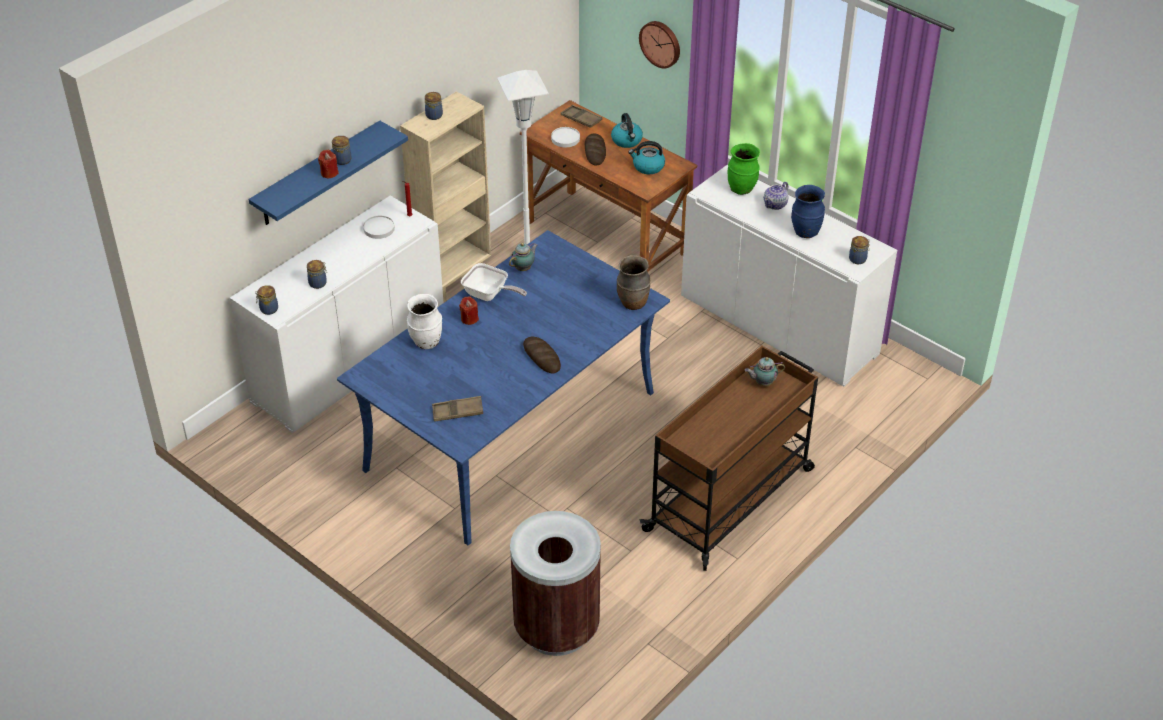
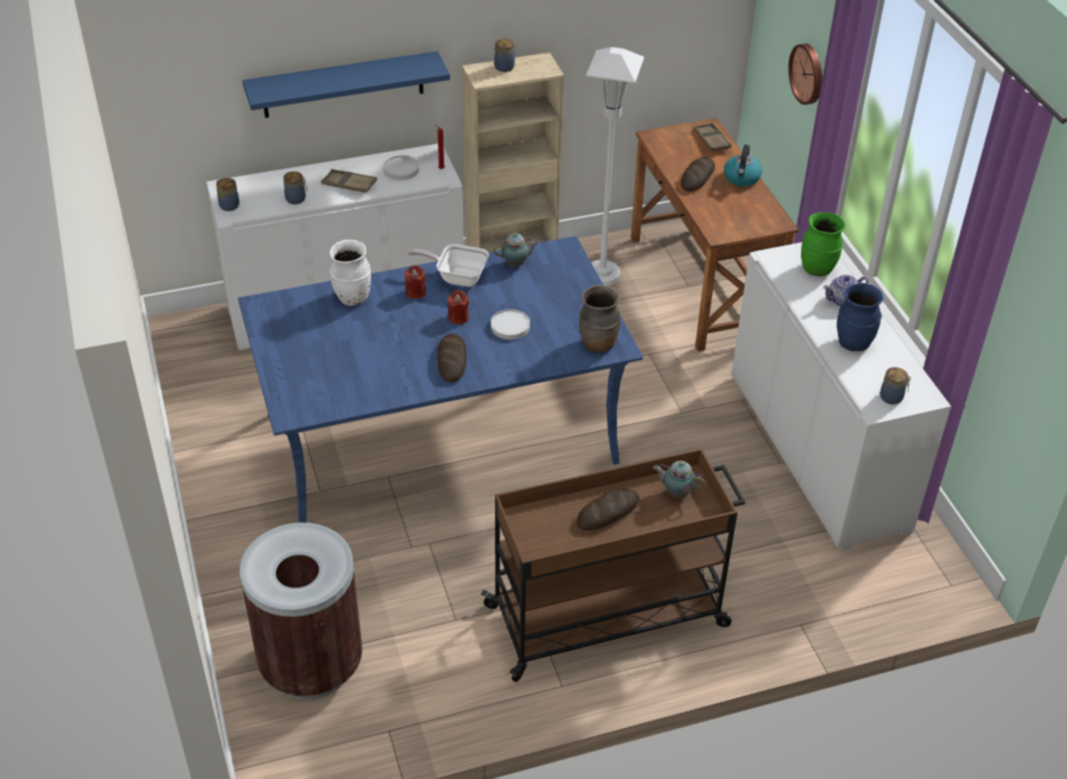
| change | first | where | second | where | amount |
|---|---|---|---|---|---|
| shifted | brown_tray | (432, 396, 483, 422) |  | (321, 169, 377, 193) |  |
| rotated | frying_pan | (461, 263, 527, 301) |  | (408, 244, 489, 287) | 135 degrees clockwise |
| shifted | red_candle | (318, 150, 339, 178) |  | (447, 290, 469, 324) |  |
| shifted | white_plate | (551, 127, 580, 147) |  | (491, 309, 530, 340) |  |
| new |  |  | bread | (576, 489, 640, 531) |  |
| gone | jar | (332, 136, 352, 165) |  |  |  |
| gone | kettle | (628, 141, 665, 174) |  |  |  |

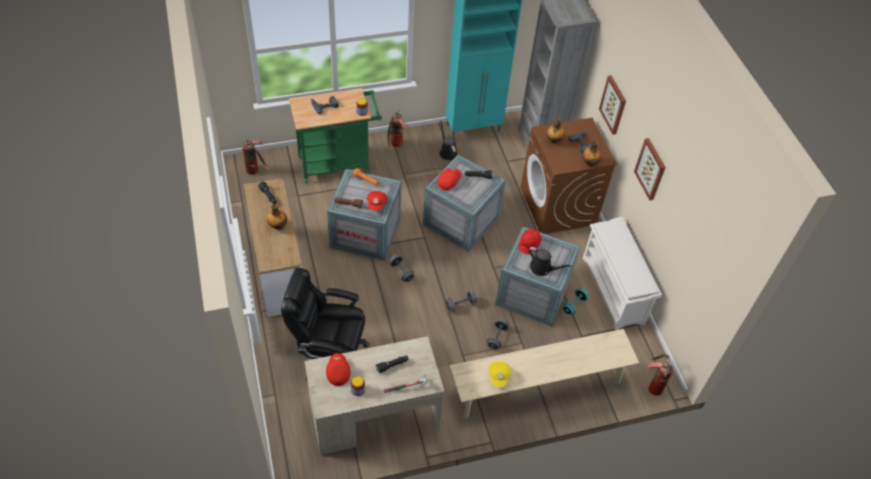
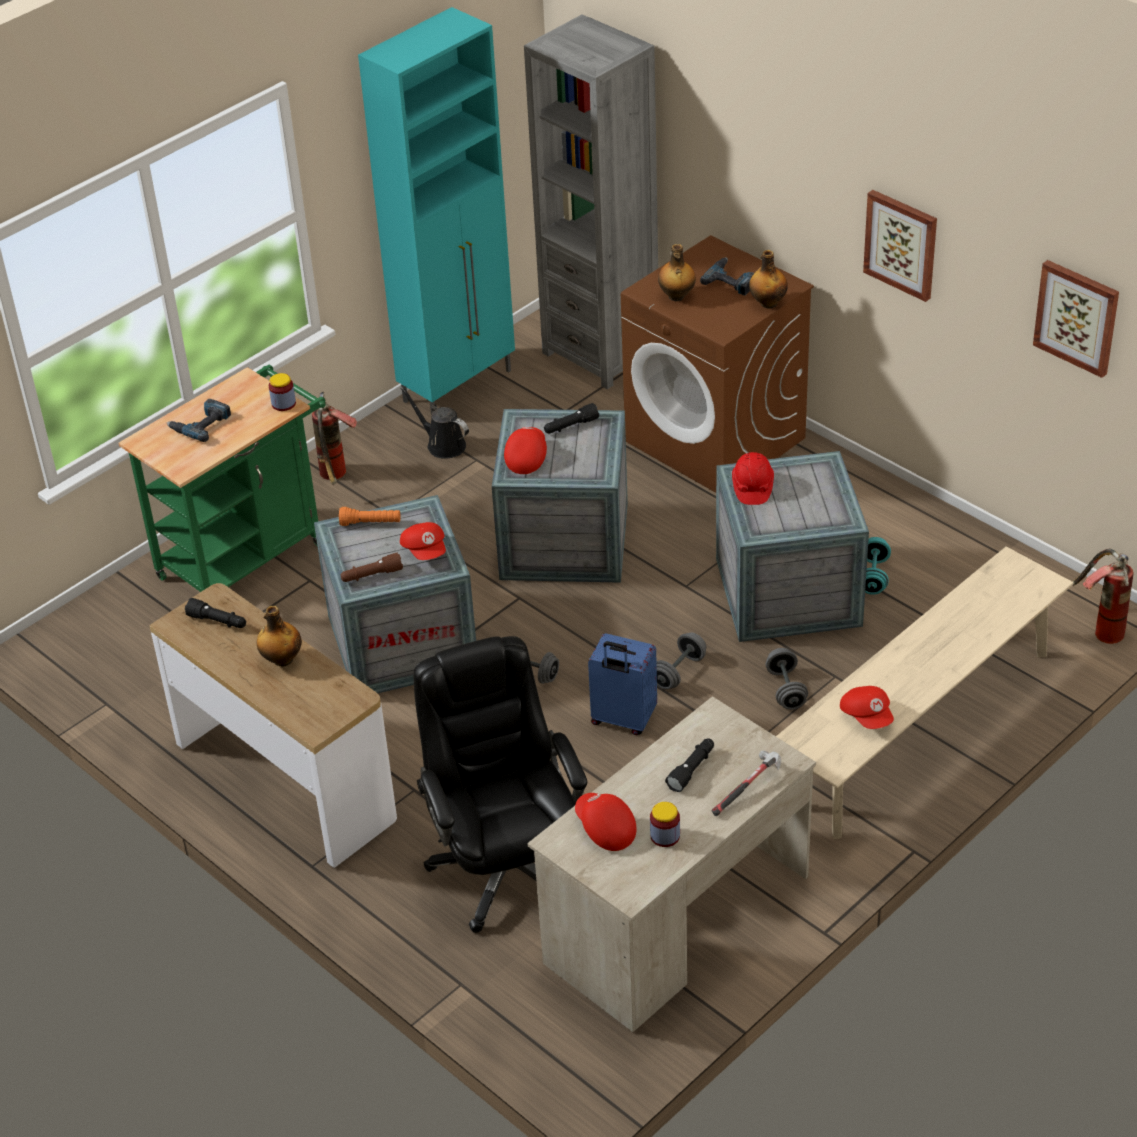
| change | first | where | second | where | amount |
|---|---|---|---|---|---|
| rotated | black_office_chair | (281, 268, 369, 381) |  | (414, 636, 587, 933) | 90 degrees clockwise |
| new |  |  | blue_suitcase | (588, 633, 657, 735) |  |
| repainted | yellow_cap | (488, 361, 511, 387) | red_cap | (840, 686, 894, 729) |  |
| shifted | picture | (599, 75, 626, 135) |  | (1033, 260, 1119, 378) |  |
| gone | fire_extinguisher | (243, 137, 271, 175) |  |  |  |
| gone | black_watering_can | (528, 247, 572, 276) |  |  |  |
| gone | white_shoe_rack | (583, 217, 662, 330) |  |  |  |

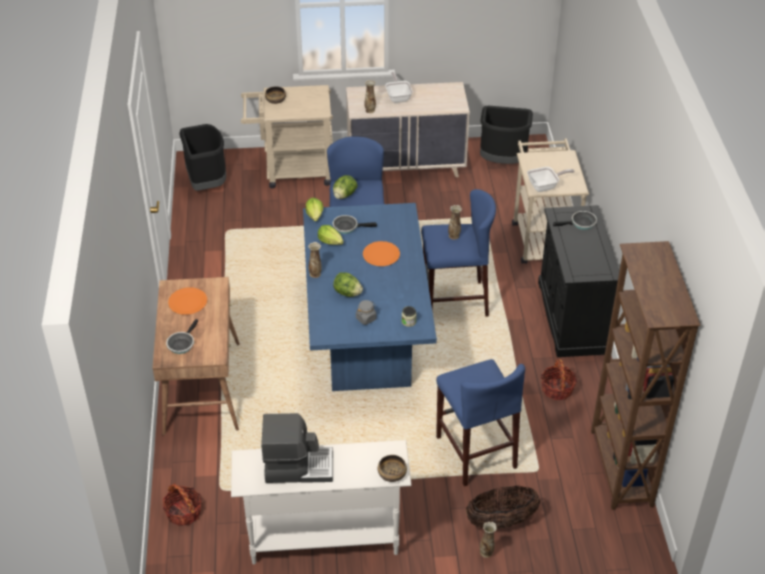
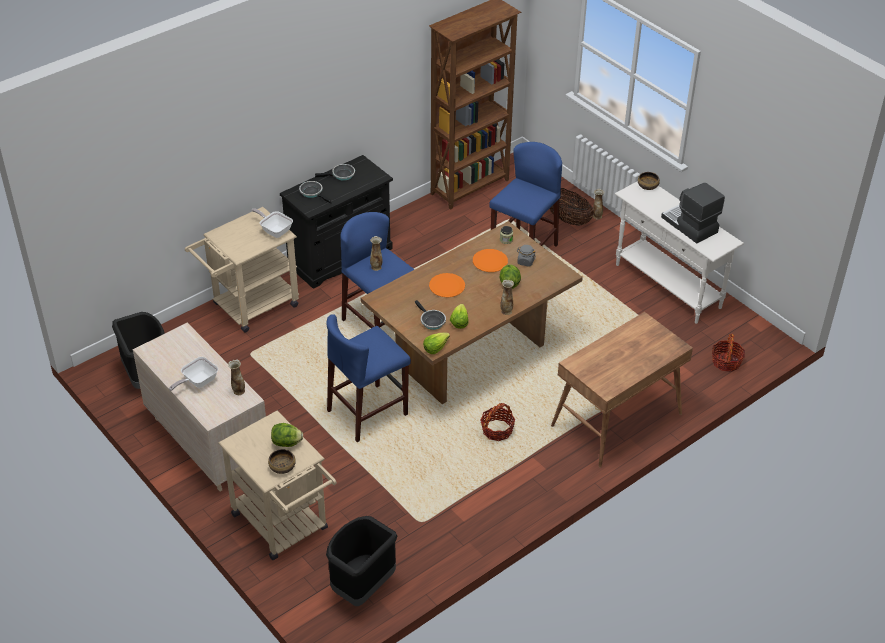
| change | first | where | second | where | amount |
|---|---|---|---|---|---|
| shifted | lettuce | (333, 175, 358, 199) |  | (271, 423, 303, 447) |  |
| shifted | frying_pan | (166, 319, 198, 354) |  | (315, 164, 355, 181) |  |
| repainted | blue_dining_table | (303, 203, 437, 391) | brown_dining_table | (360, 221, 583, 404) |  |
| shifted | orange_plate | (168, 288, 207, 315) |  | (473, 249, 508, 272) |  |
| shifted | basket | (541, 359, 577, 400) |  | (480, 403, 516, 441) |  |

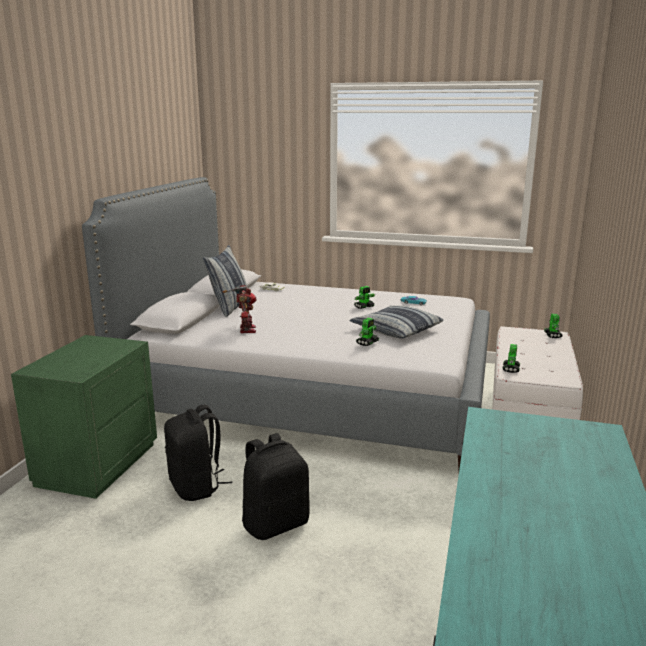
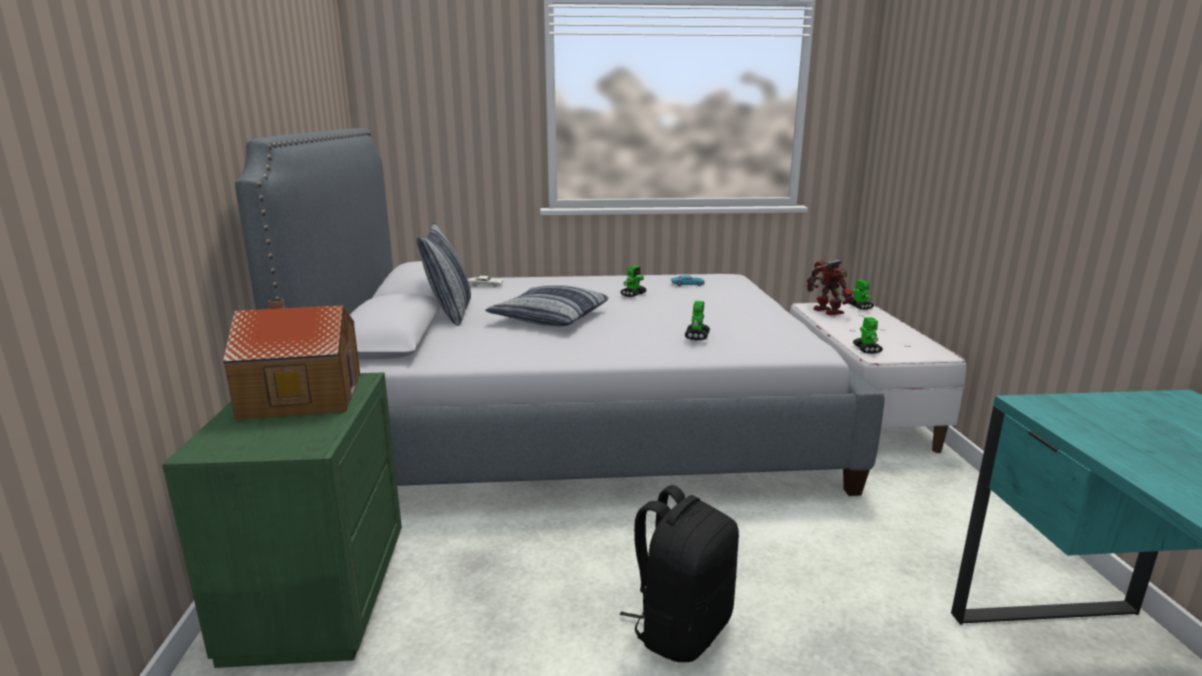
| change | first | where | second | where | amount |
|---|---|---|---|---|---|
| new |  |  | toy_house | (223, 299, 360, 421) |  |
| shifted | pillow | (350, 305, 443, 339) |  | (485, 285, 609, 326) |  |
| shifted | toy_robot | (223, 285, 257, 333) |  | (807, 259, 854, 315) |  |
| gone | black_backpack | (164, 405, 232, 501) |  |  |  |

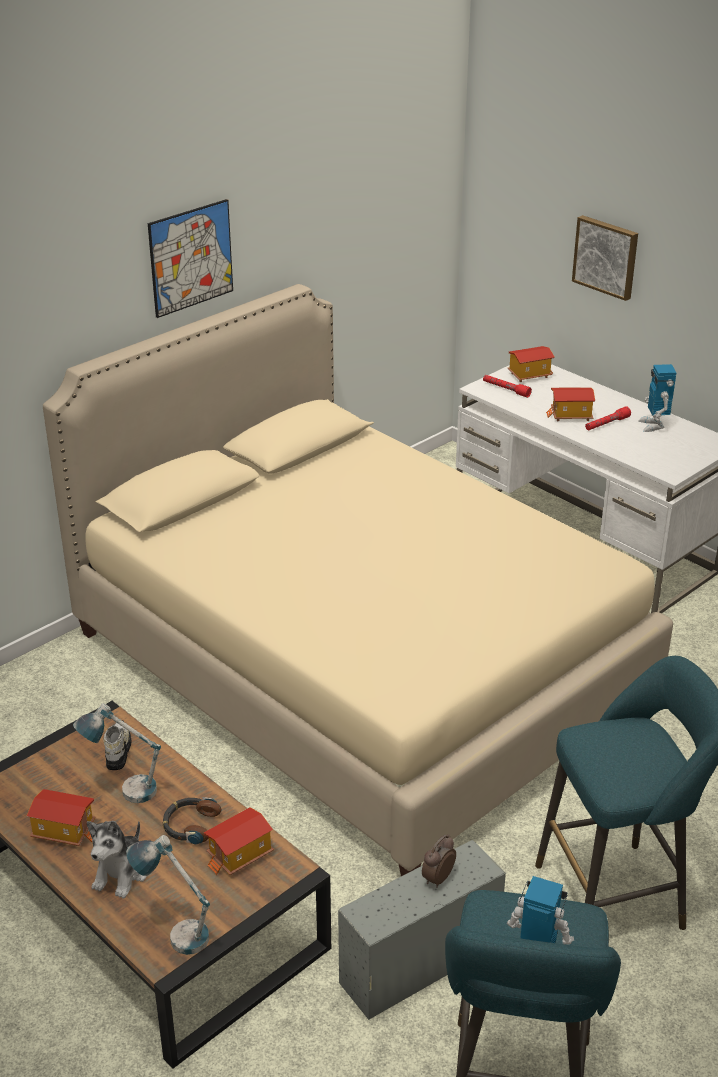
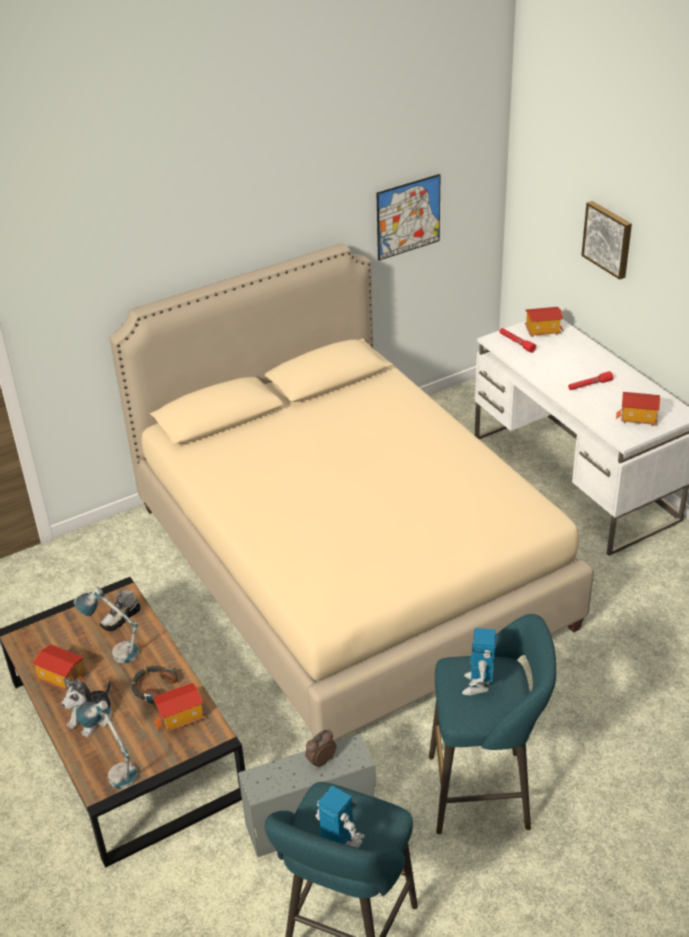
| change | first | where | second | where | amount |
|---|---|---|---|---|---|
| rotated | shoe | (103, 721, 131, 770) |  | (100, 591, 140, 631) | 150 degrees counterclockwise |
| shifted | picture | (148, 199, 233, 318) |  | (377, 174, 441, 260) |  |
| shifted | toy_robot | (638, 364, 677, 432) |  | (462, 628, 497, 695) |  |
| shifted | toy_house | (546, 387, 595, 421) |  | (616, 392, 660, 426) |  |

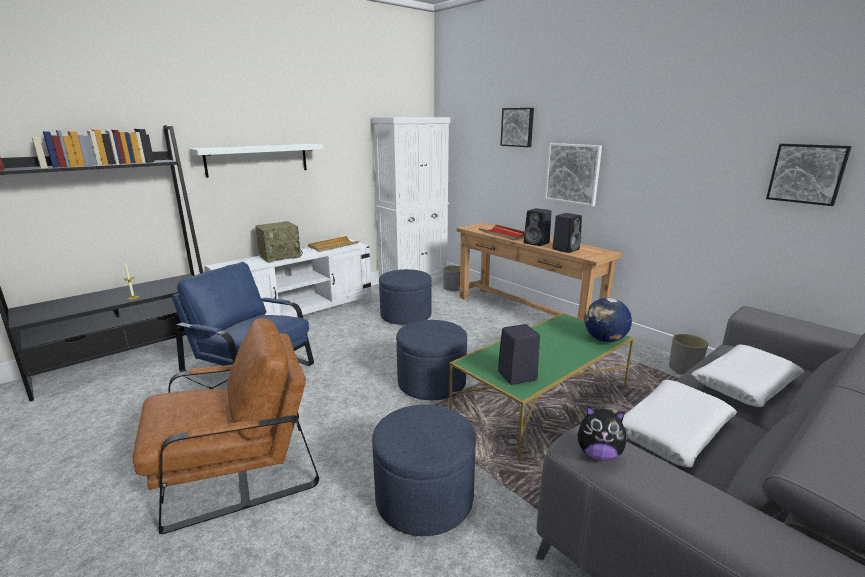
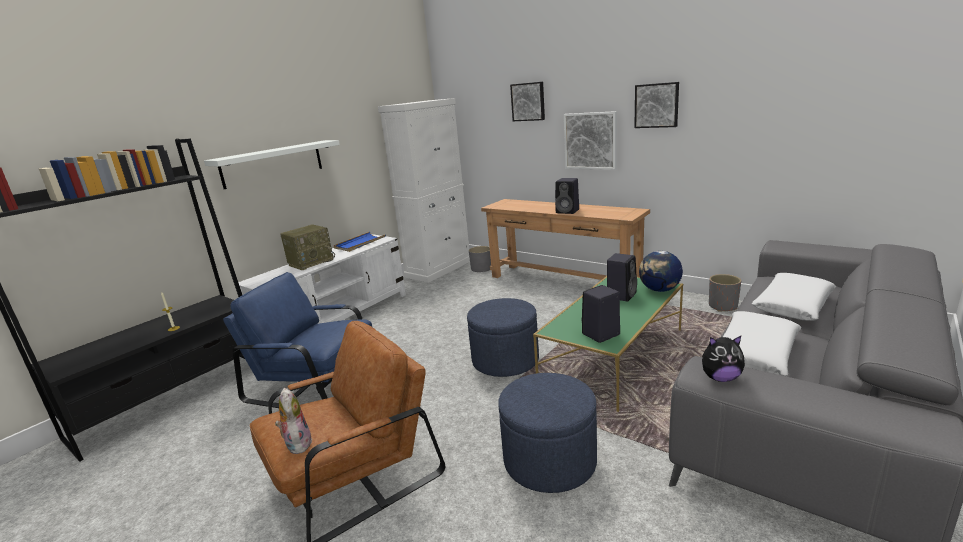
| change | first | where | second | where | amount |
|---|---|---|---|---|---|
| new |  |  | plush_toy | (275, 388, 313, 454) |  |
| repainted | beige_tray | (308, 236, 359, 252) | blue_tray | (333, 232, 386, 252) |  |
| shifted | black_speaker | (552, 213, 582, 253) |  | (607, 253, 637, 301) |  |
| shifted | picture | (766, 144, 852, 206) |  | (634, 82, 679, 128) |  |
| gone | blue_ottoman | (379, 269, 432, 325) |  |  |  |
| gone | red_tray | (479, 225, 524, 241) |  |  |  |

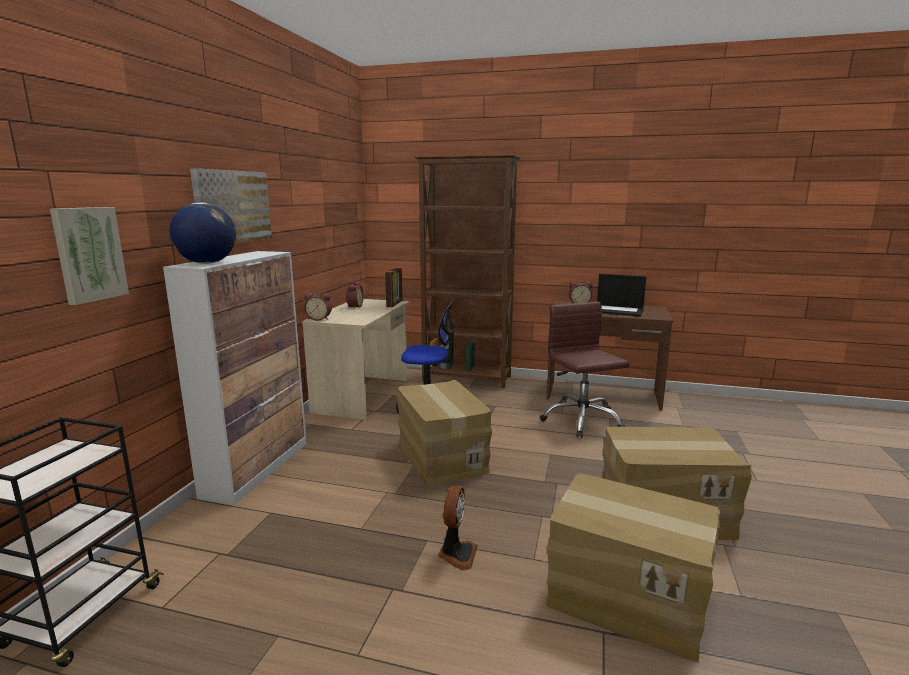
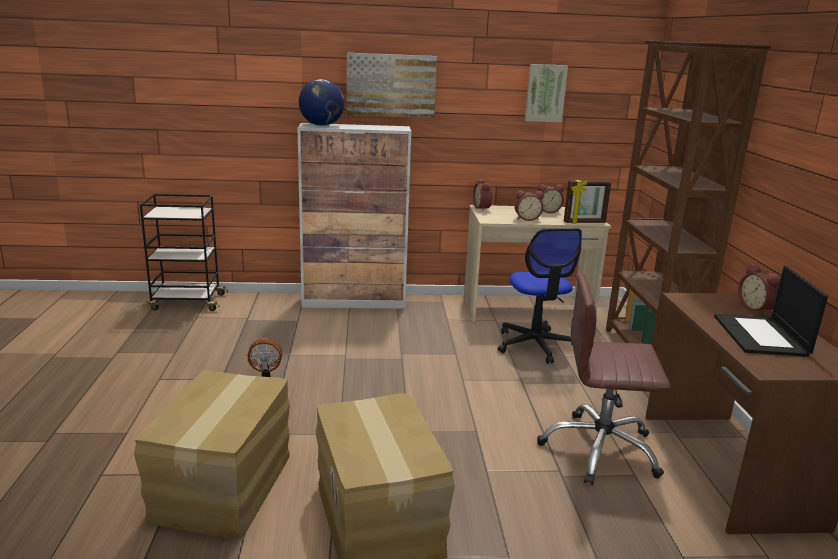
| change | first | where | second | where | amount |
|---|---|---|---|---|---|
| new |  |  | alarm_clock | (514, 190, 544, 221) |  |
| shifted | picture | (50, 207, 129, 305) |  | (525, 64, 568, 122) |  |
| rotated | brown_office_chair | (540, 302, 630, 438) |  | (537, 272, 671, 485) | 135 degrees counterclockwise |
| gone | cardboard_box | (397, 380, 492, 486) |  |  |  |

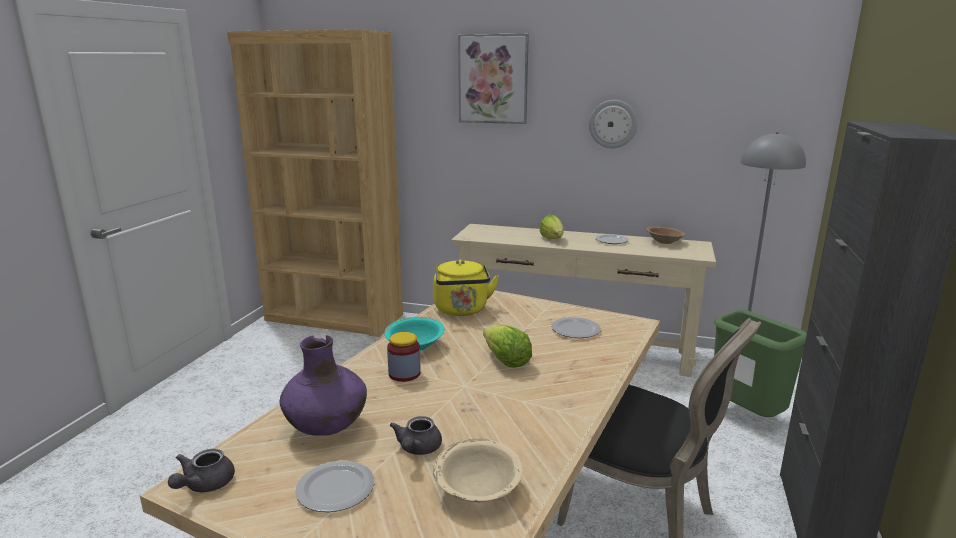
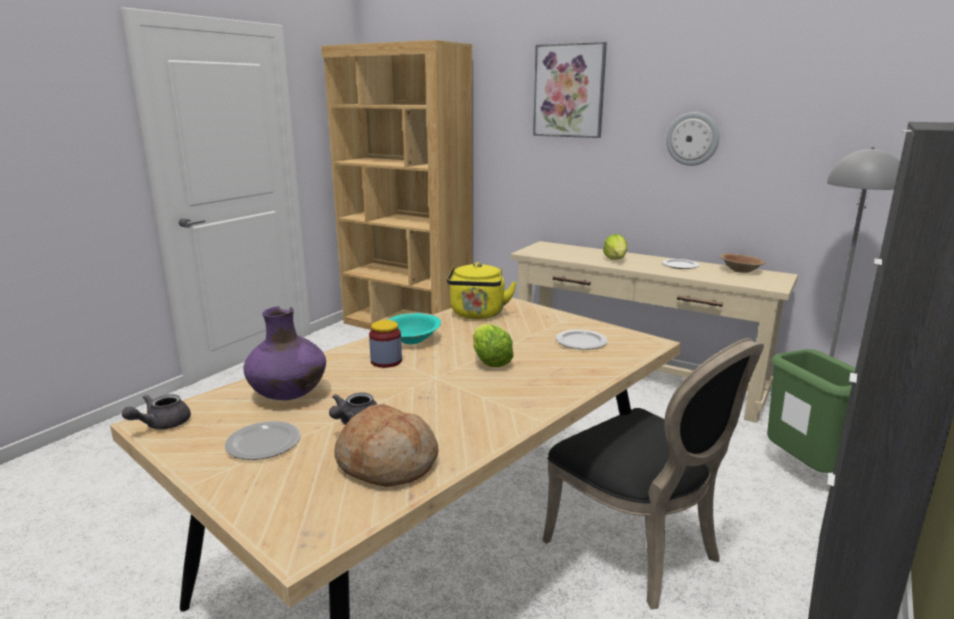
| change | first | where | second | where | amount |
|---|---|---|---|---|---|
| swapped | beige_bowl | (433, 439, 523, 502) | bread | (334, 404, 439, 487) |  |

